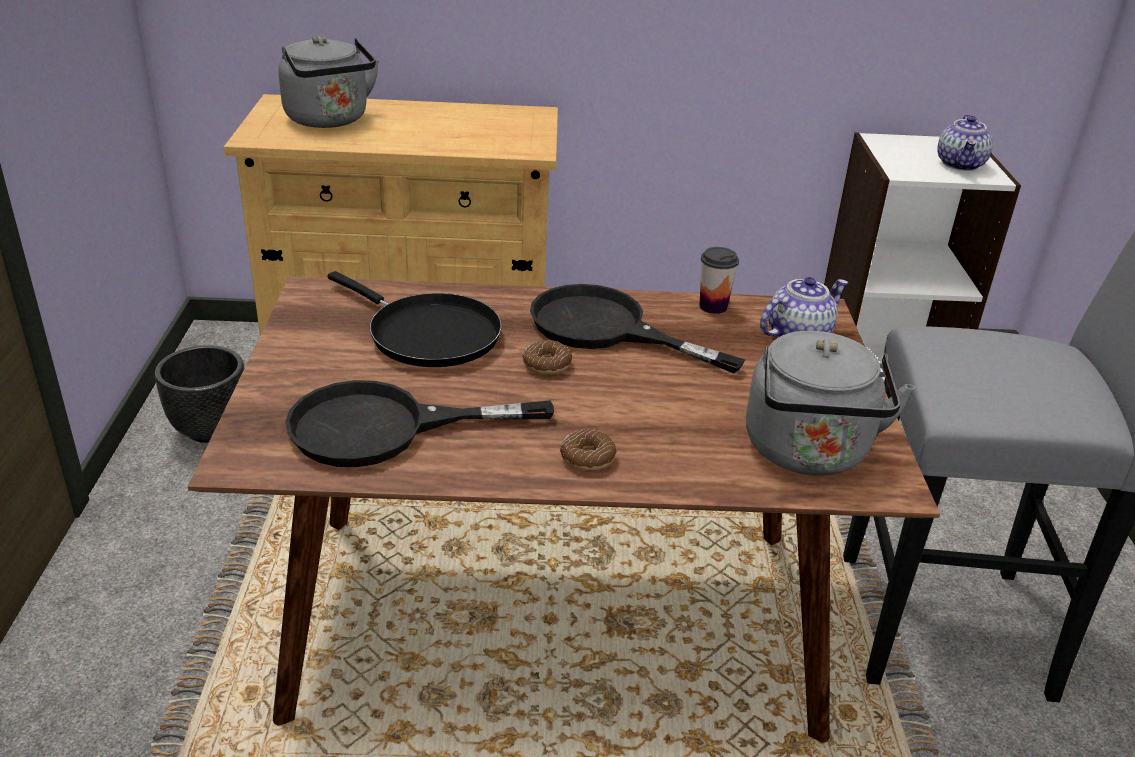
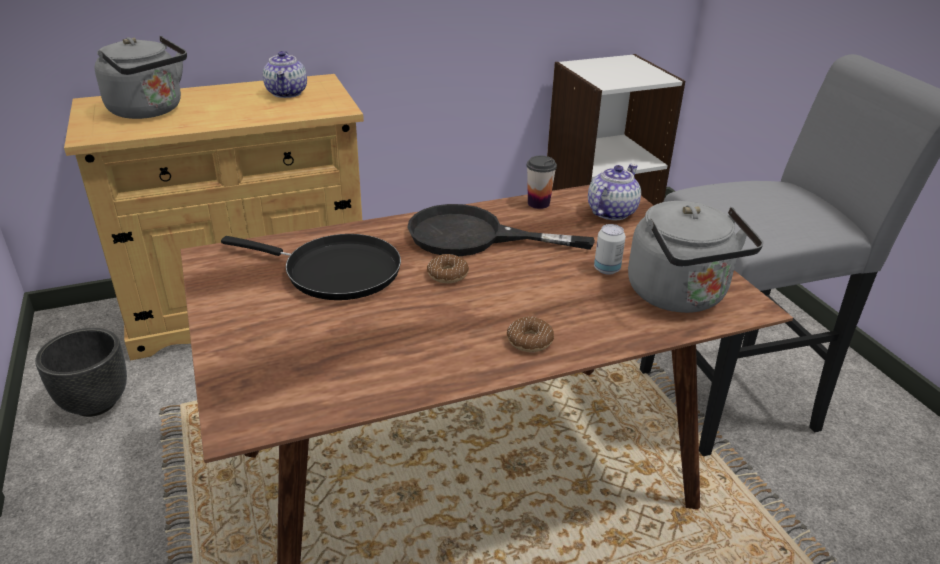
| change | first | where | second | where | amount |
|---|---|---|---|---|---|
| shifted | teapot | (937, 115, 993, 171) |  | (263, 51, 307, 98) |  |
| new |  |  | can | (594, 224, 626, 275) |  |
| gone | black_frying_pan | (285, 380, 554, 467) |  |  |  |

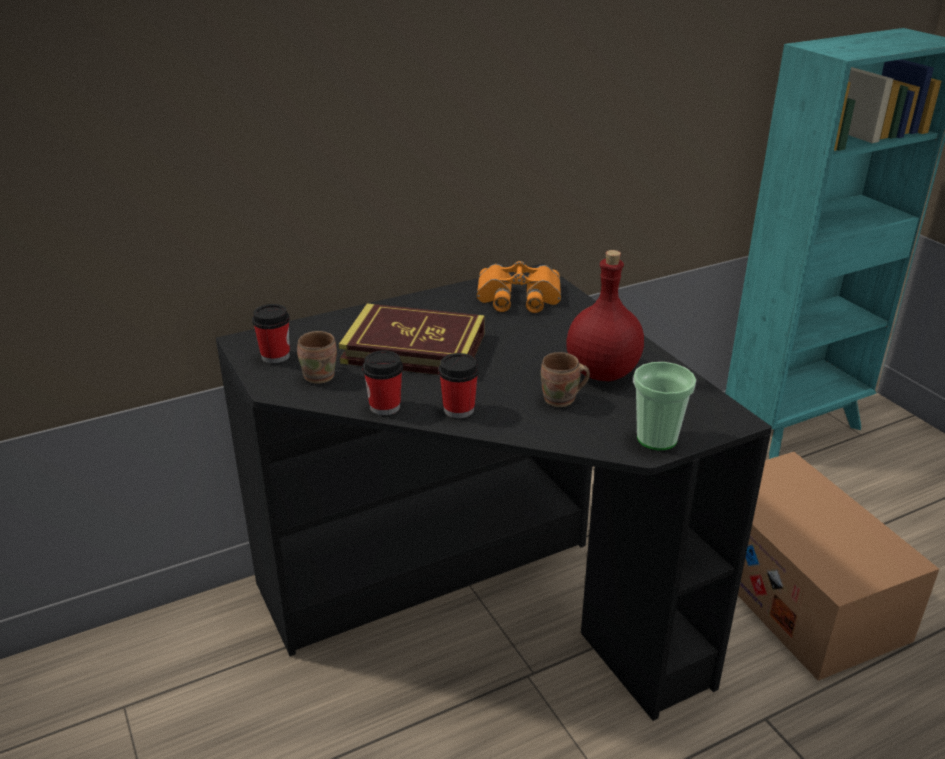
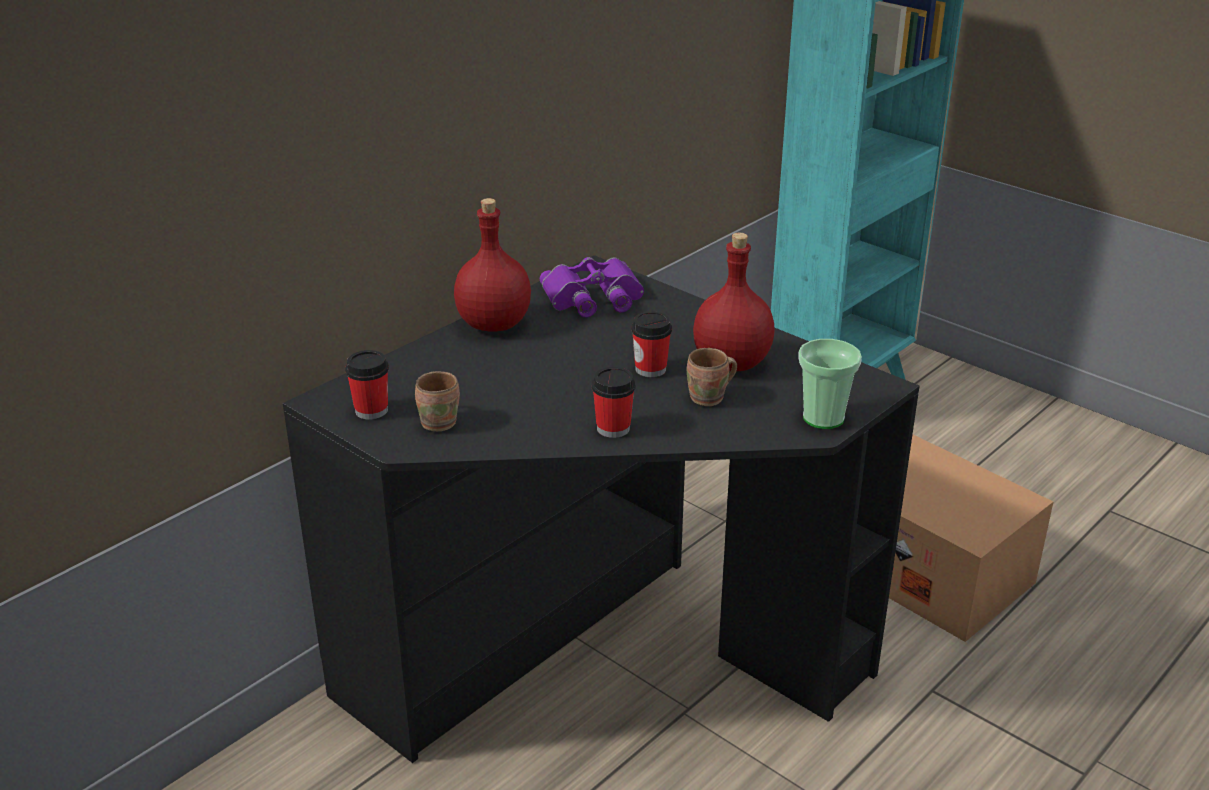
| change | first | where | second | where | amount |
|---|---|---|---|---|---|
| new |  |  | red_bottle | (454, 198, 531, 331) |  |
| repainted | orange_binoculars | (477, 261, 561, 313) | purple_binoculars | (540, 257, 644, 318) |  |
| shifted | cup | (363, 350, 403, 415) |  | (631, 311, 672, 377) |  |
| gone | book | (339, 304, 485, 375) |  |  |  |

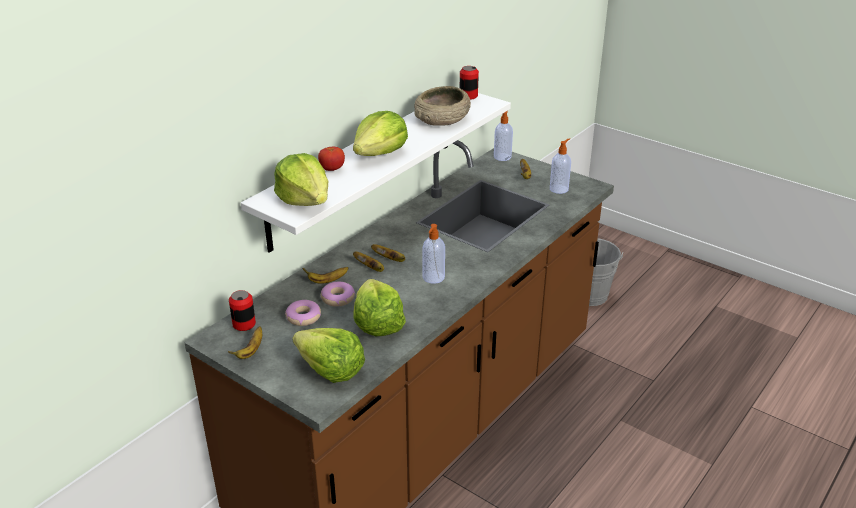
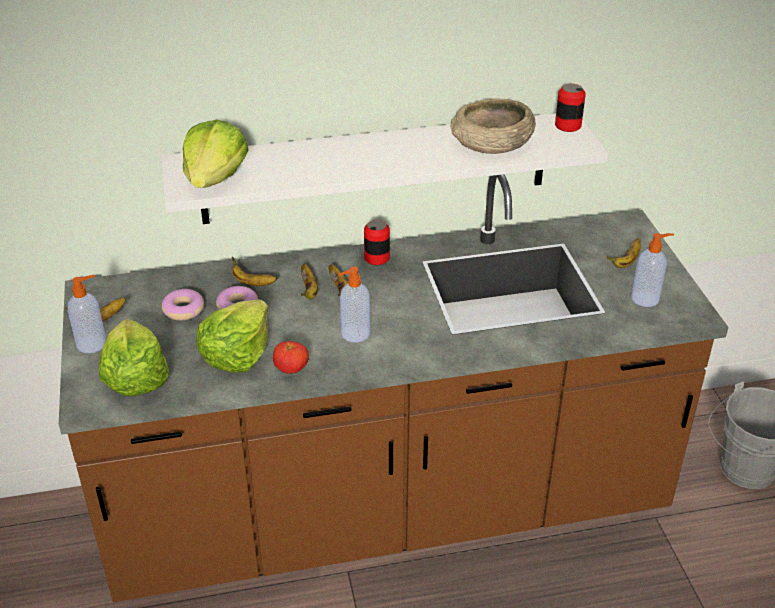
| change | first | where | second | where | amount |
|---|---|---|---|---|---|
| shifted | soap_dispenser | (494, 111, 513, 161) |  | (68, 275, 106, 353) |  |
| shifted | tomato | (318, 147, 345, 171) |  | (273, 341, 309, 374) |  |
| shifted | can | (229, 290, 256, 331) |  | (364, 220, 390, 265) |  |
| gone | lettuce | (353, 111, 408, 156) |  |  |  |

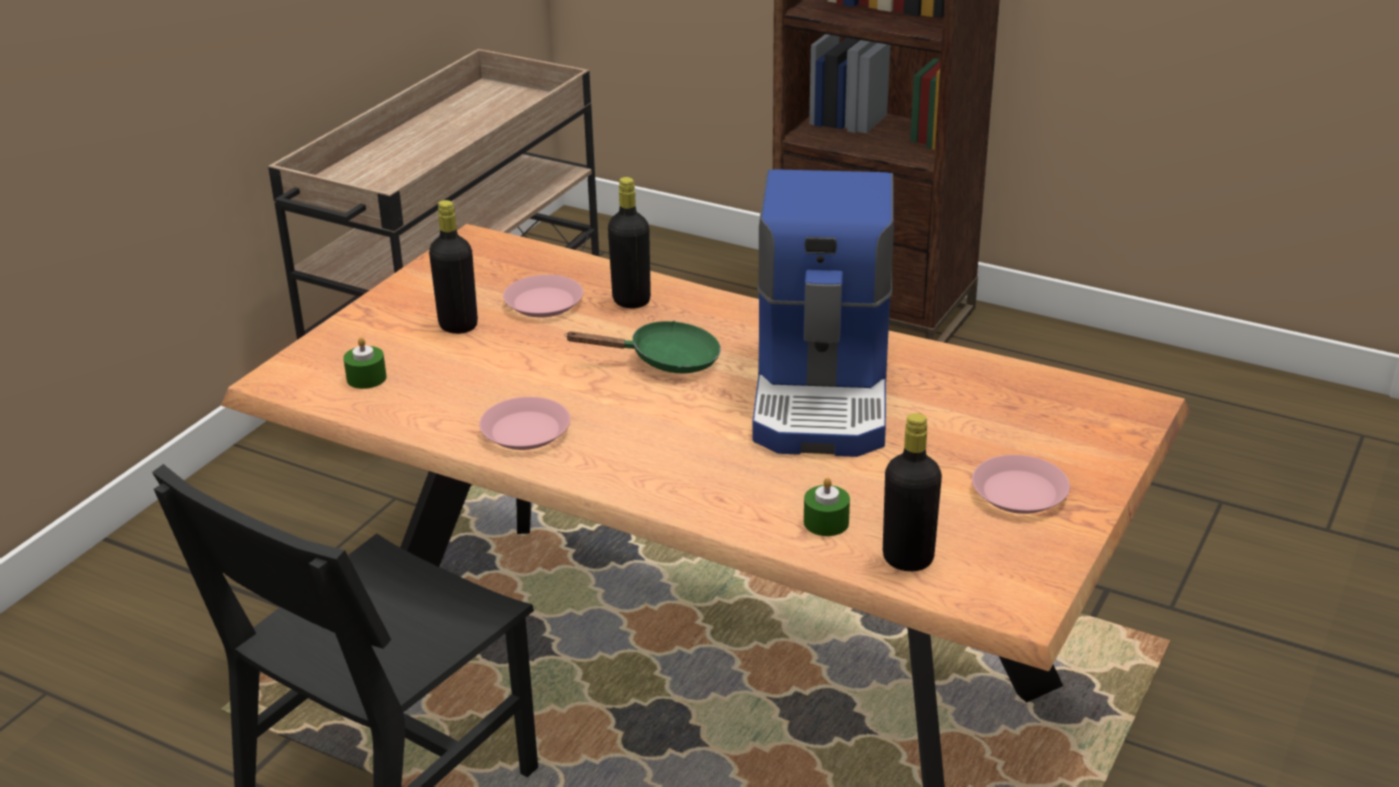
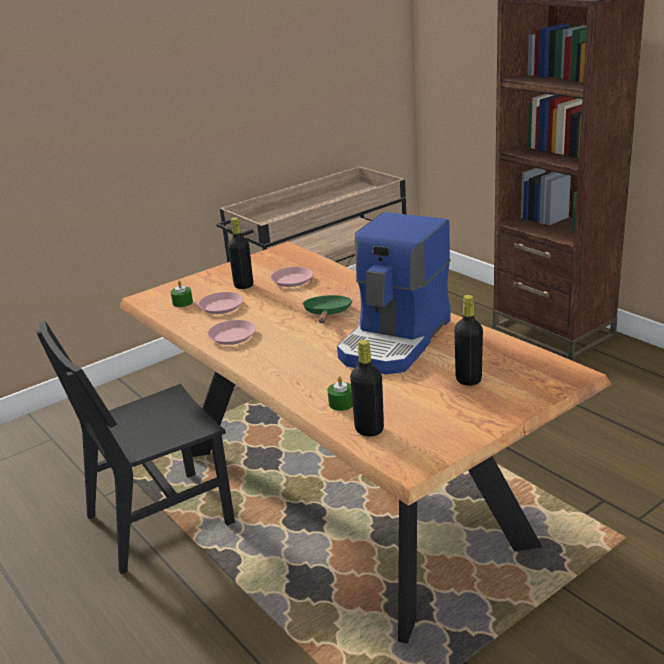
| change | first | where | second | where | amount |
|---|---|---|---|---|---|
| shifted | pink_plate | (972, 455, 1070, 514) |  | (198, 292, 243, 314) |  |
| rotated | green_frying_pan | (564, 321, 721, 373) |  | (302, 295, 352, 323) | 105 degrees counterclockwise |
| shifted | black_bottle | (608, 177, 651, 308) |  | (454, 295, 483, 386) |  |

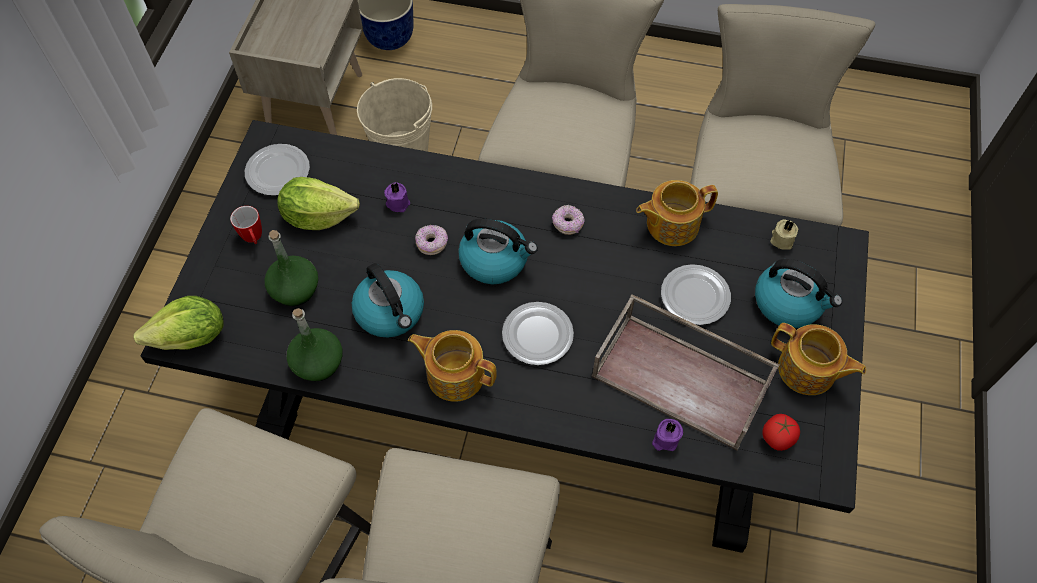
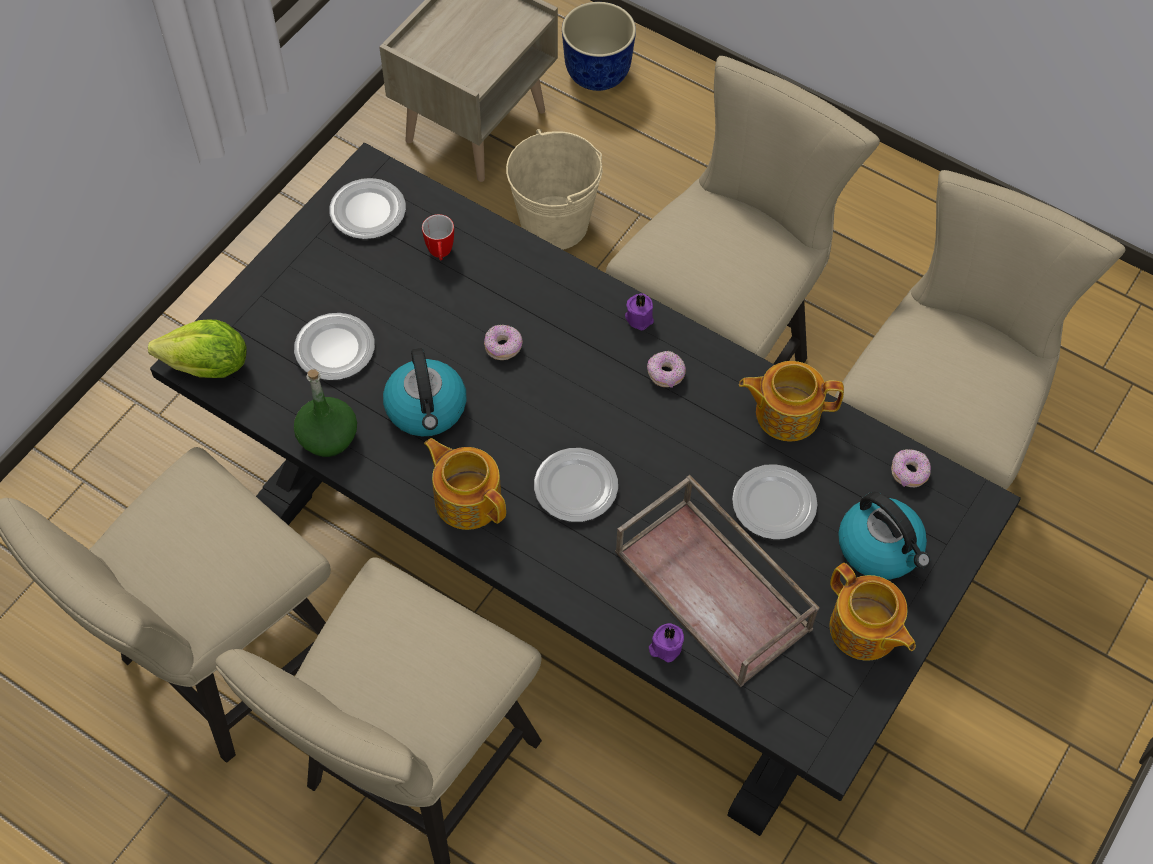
| change | first | where | second | where | amount |
|---|---|---|---|---|---|
| swapped | green_bottle | (265, 230, 318, 306) | plate | (294, 313, 375, 380) |  |
| shifted | mug | (230, 206, 262, 244) |  | (422, 214, 454, 260) |  |
| shifted | purple_candle | (384, 182, 410, 212) |  | (625, 293, 654, 330) |  |
| swapped | beige_candle | (770, 219, 798, 250) | donut | (891, 449, 931, 487) |  |
| gone | lettuce | (277, 177, 360, 230) |  |  |  |
| gone | kettle | (458, 218, 538, 284) |  |  |  |
| gone | tomato | (762, 414, 800, 451) |  |  |  |

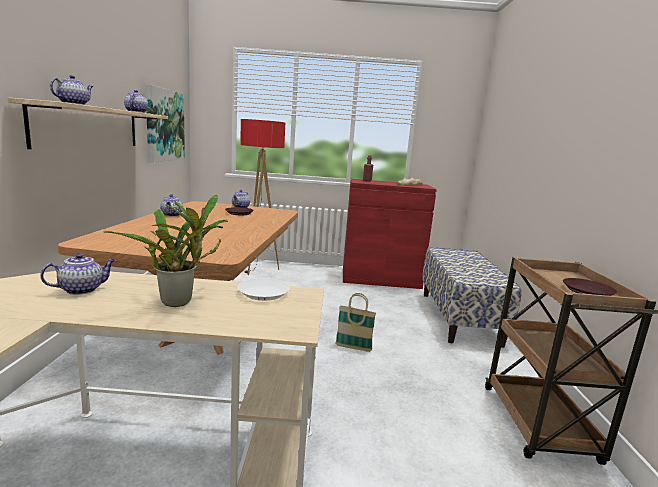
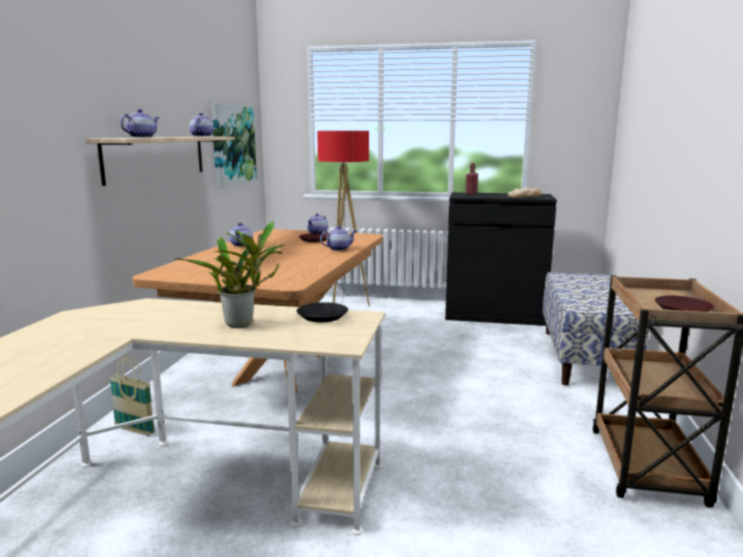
| change | first | where | second | where | amount |
|---|---|---|---|---|---|
| shifted | basket | (335, 293, 376, 352) |  | (109, 357, 155, 436) |  |
| repainted | white_plate | (238, 278, 290, 301) | black_plate | (297, 302, 348, 322) |  |
| shifted | teapot | (40, 253, 115, 295) |  | (320, 226, 356, 251) |  |
| repainted | red_cabinet | (343, 179, 437, 289) | black_cabinet | (445, 192, 557, 326) |  |

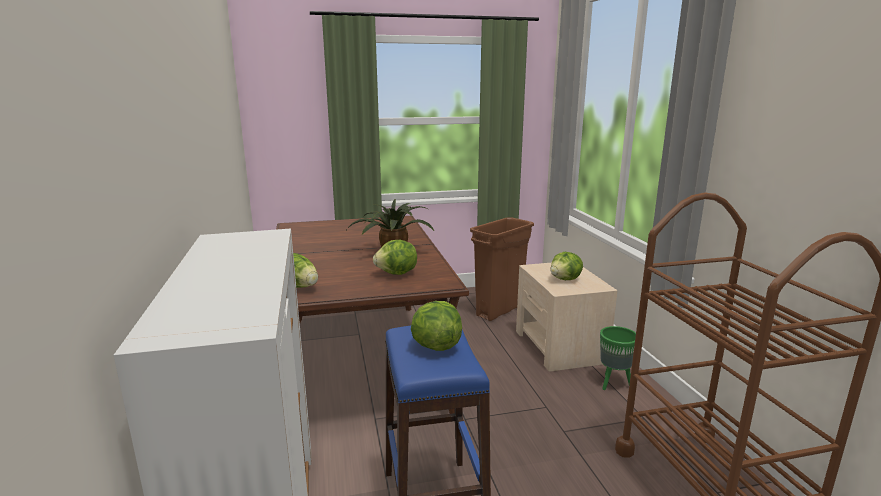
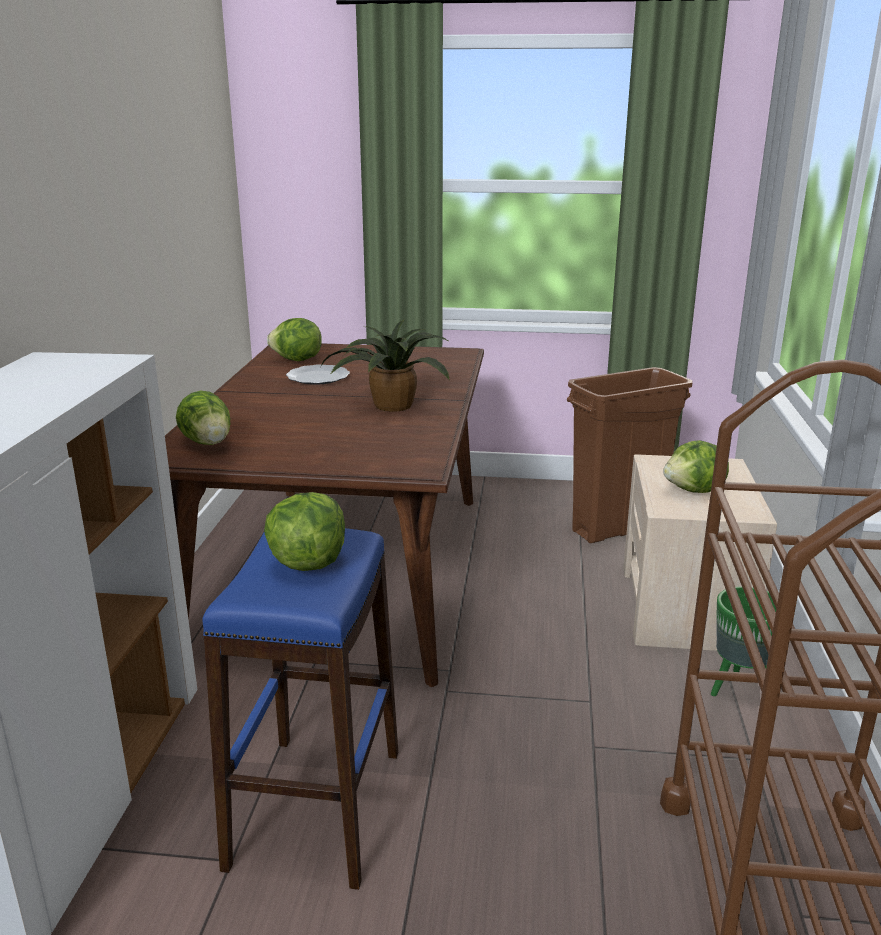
| change | first | where | second | where | amount |
|---|---|---|---|---|---|
| shifted | lettuce | (373, 240, 417, 275) |  | (267, 318, 322, 361) |  |
| new |  |  | plate | (286, 364, 350, 385) |  |

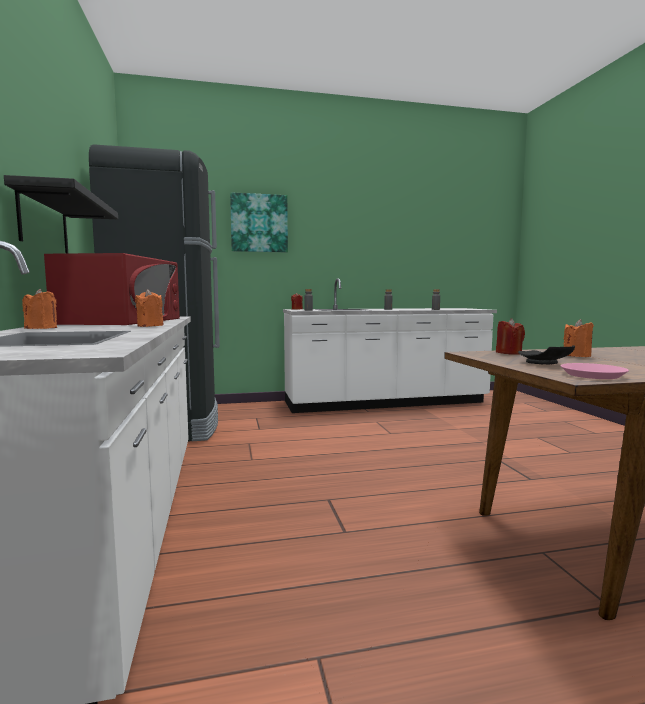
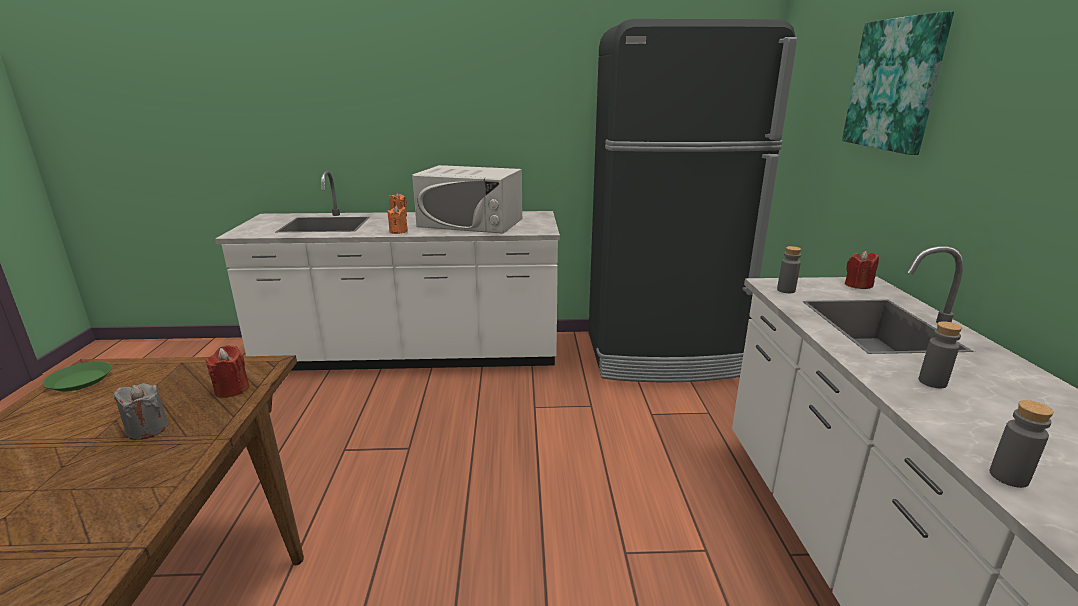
| change | first | where | second | where | amount |
|---|---|---|---|---|---|
| repainted | pink_plate | (561, 363, 629, 379) | green_plate | (43, 362, 112, 391) |  |
| repainted | orange_candle | (564, 319, 594, 357) | grey_candle | (114, 383, 168, 440) |  |
| repainted | red_microwave | (44, 253, 180, 325) | white_microwave | (412, 165, 522, 234) |  |
| gone | black_shelf | (4, 175, 118, 253) |  |  |  |
| gone | black_plate | (518, 345, 575, 364) |  |  |  |

